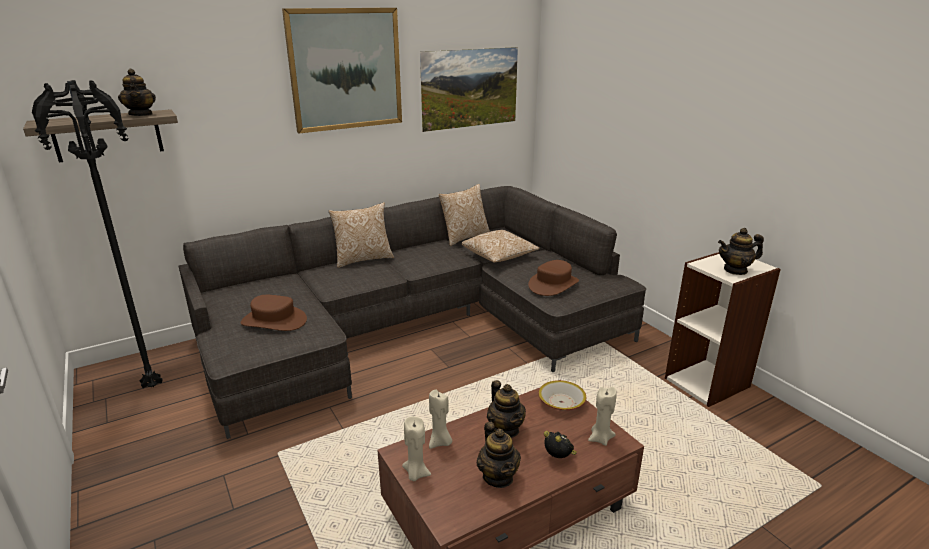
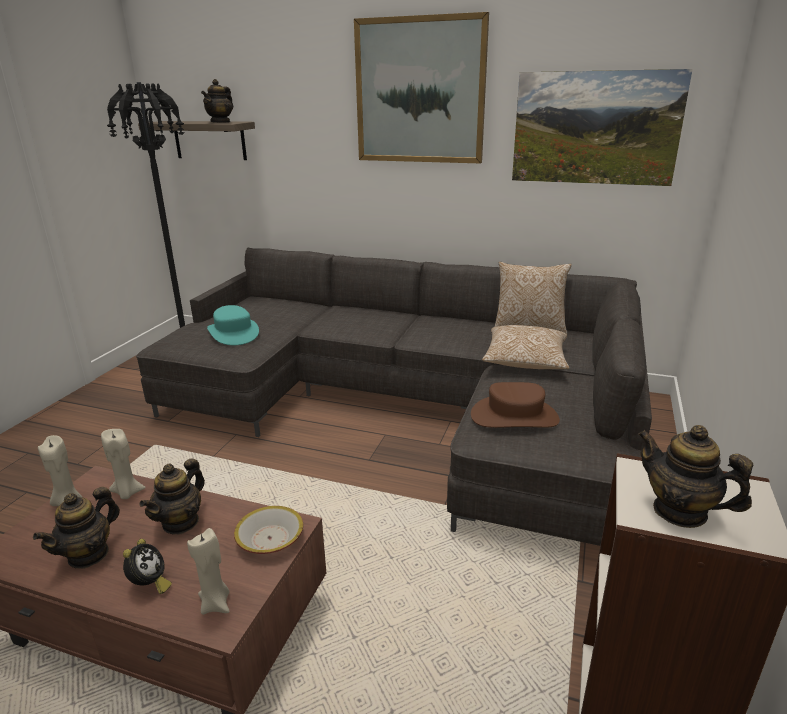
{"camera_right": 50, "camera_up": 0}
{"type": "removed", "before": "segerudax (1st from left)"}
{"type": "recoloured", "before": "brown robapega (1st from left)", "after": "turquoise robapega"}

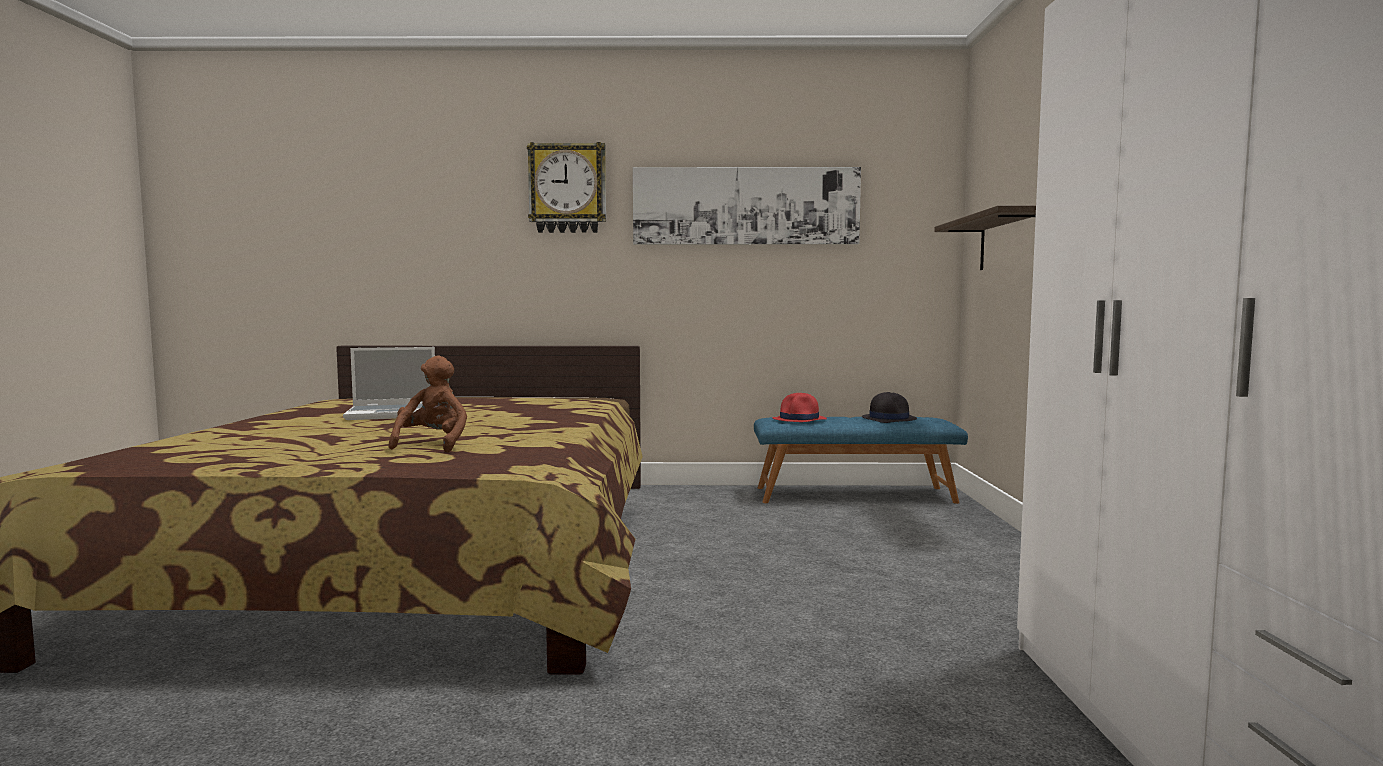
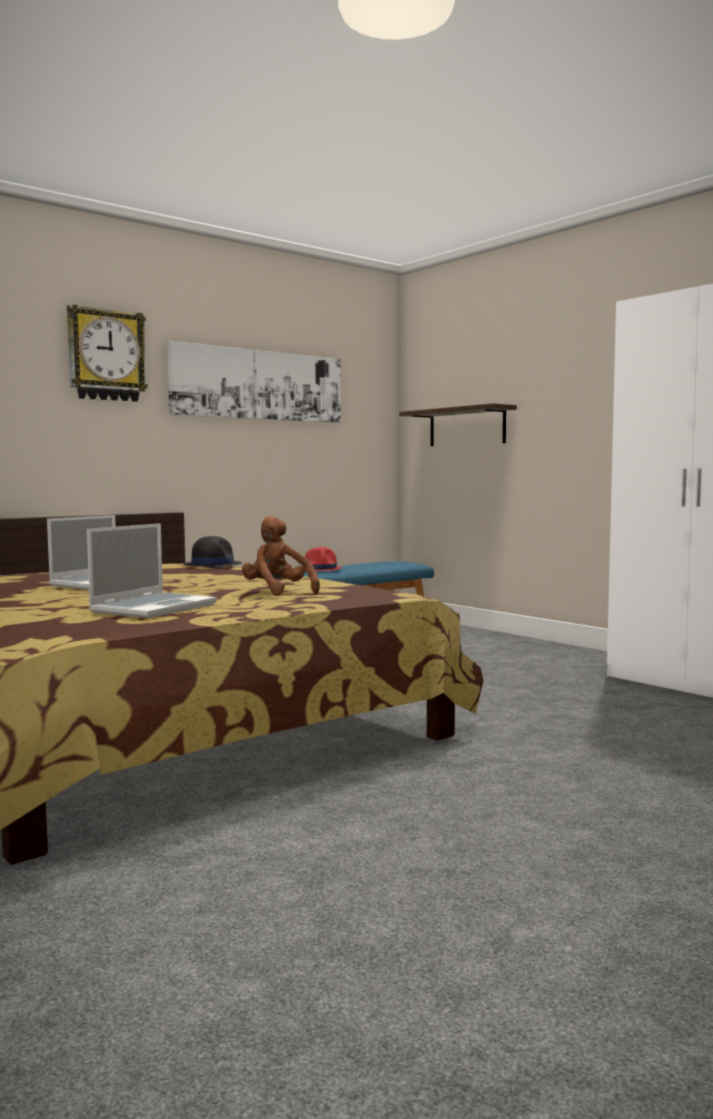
{"camera_right": -40, "camera_up": 0}
{"type": "added", "after": "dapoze (2nd from left)"}
{"type": "moved", "before": "black robapega"}

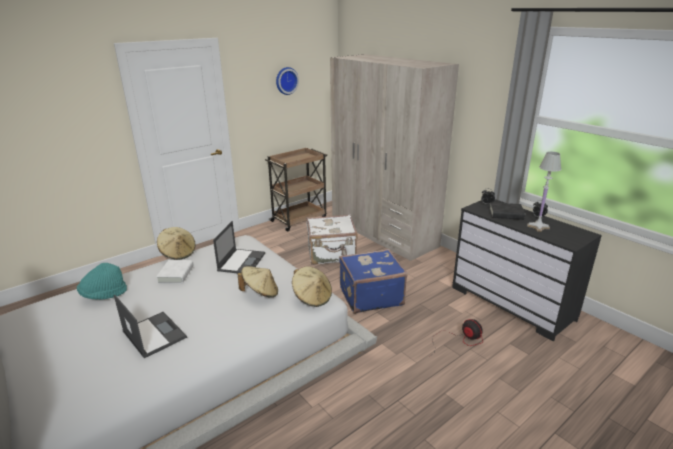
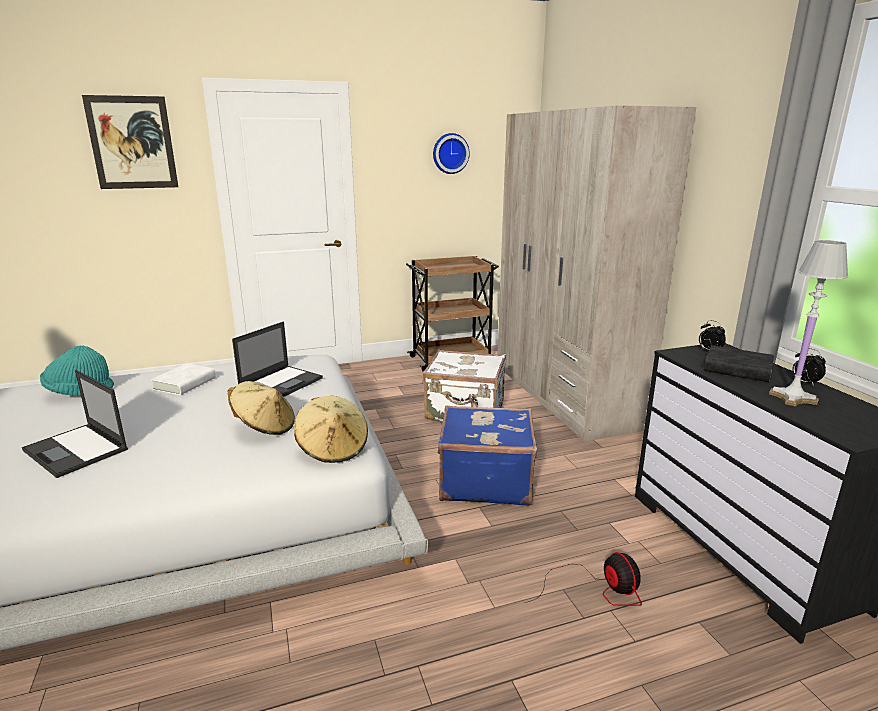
{"camera_right": 20, "camera_up": -5}
{"type": "removed", "before": "beige robapega (1st from left)"}
{"type": "added", "after": "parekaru"}
{"type": "turned", "before": "dapoze (1st from left)", "turn": 150}

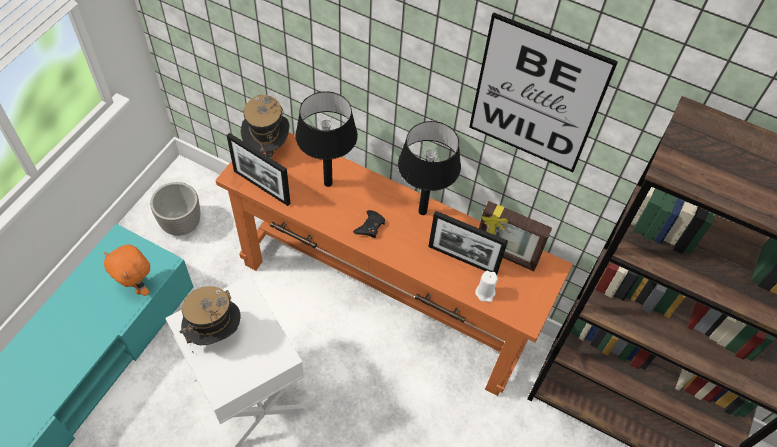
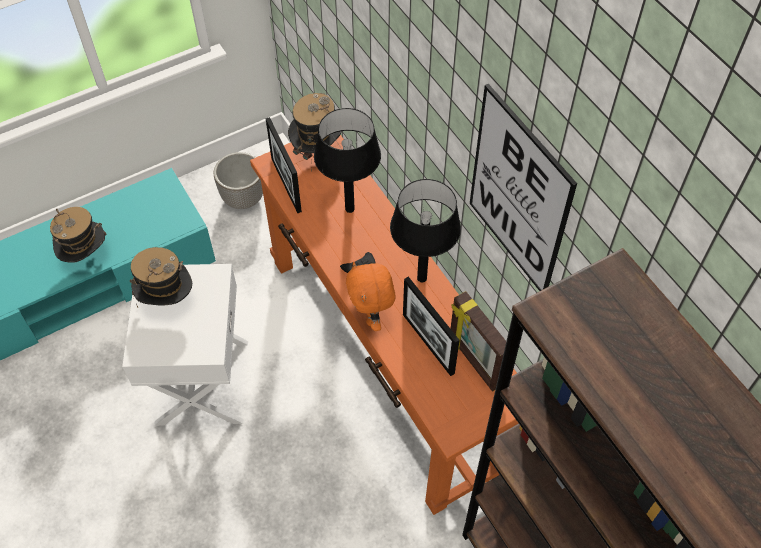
{"camera_right": 35, "camera_up": 0}
{"type": "removed", "before": "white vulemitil"}
{"type": "added", "after": "robapega (1st from left)"}
{"type": "moved", "before": "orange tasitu"}

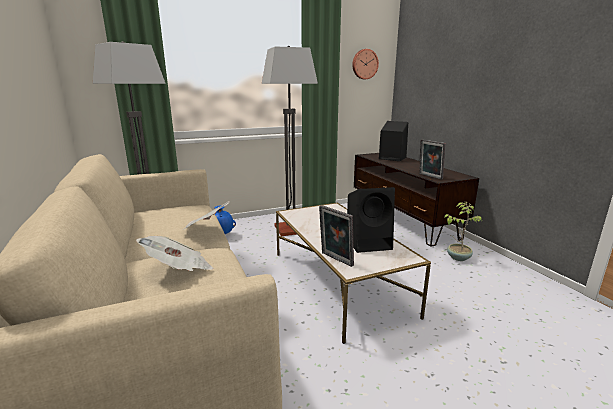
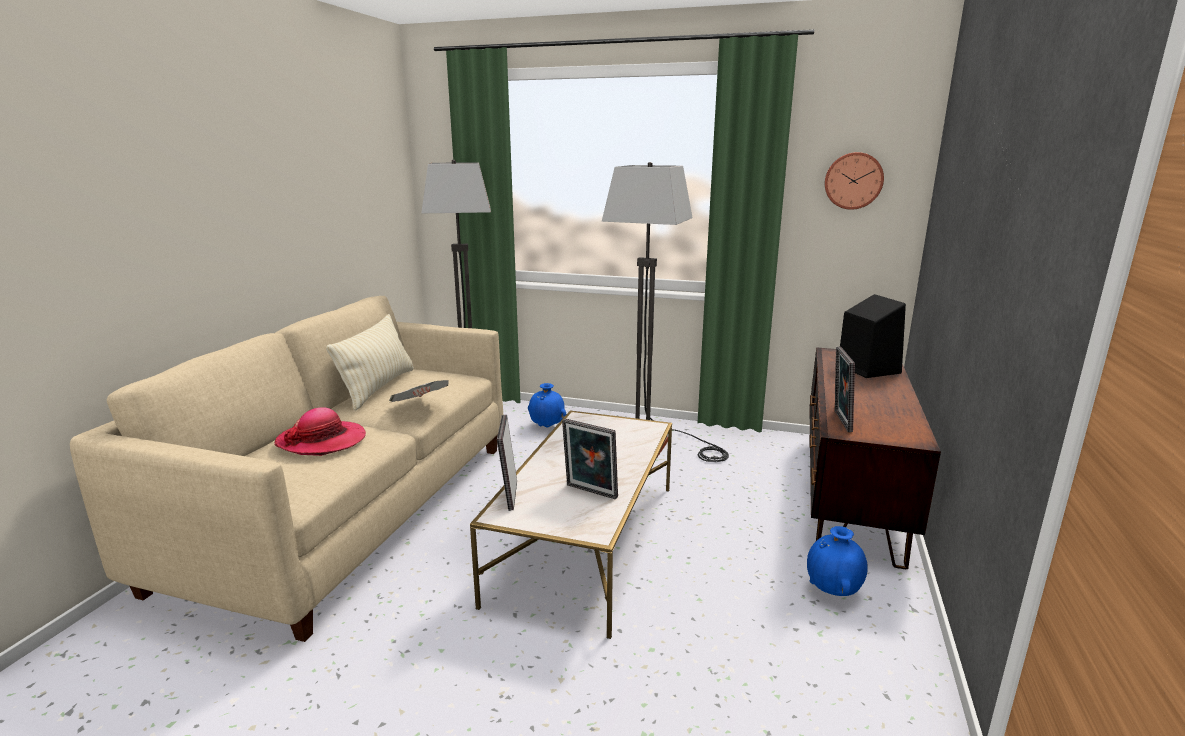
{"camera_right": 40, "camera_up": 0}
{"type": "added", "after": "beige segerudax"}
{"type": "replaced", "before": "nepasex (1st from left)", "after": "robapega"}
{"type": "replaced", "before": "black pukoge (1st from left)", "after": "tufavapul (2nd from left)"}
{"type": "replaced", "before": "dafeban", "after": "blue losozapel (2nd from left)"}

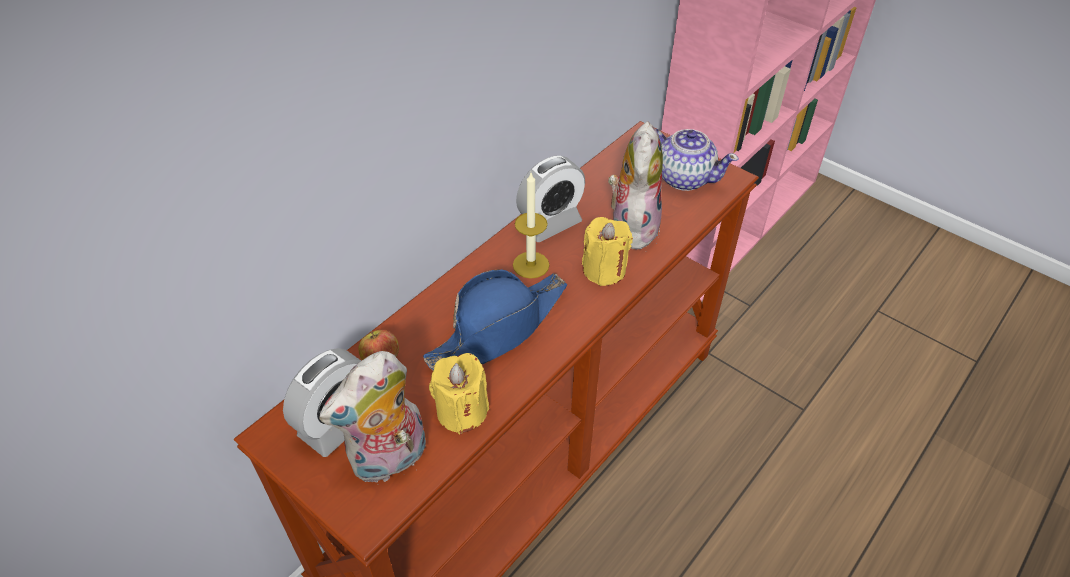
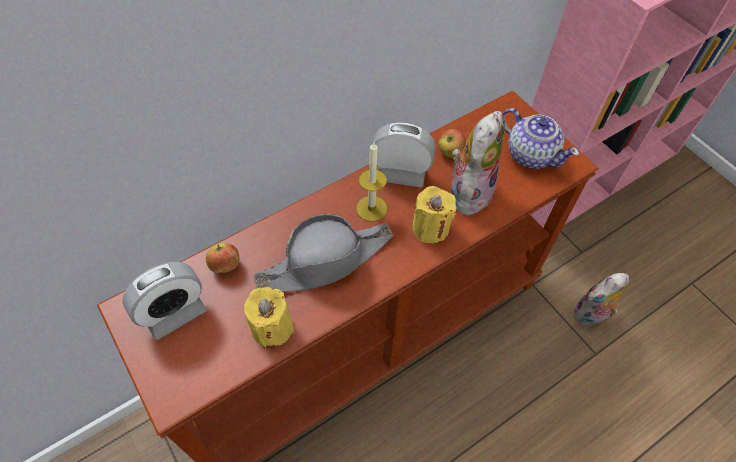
{"camera_right": 15, "camera_up": 10}
{"type": "added", "after": "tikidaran (2nd from left)"}
{"type": "moved", "before": "tasitu (1st from left in the first image)", "after": "tasitu (2nd from left)"}
{"type": "recoloured", "before": "blue robapega", "after": "grey robapega"}
{"type": "turned", "before": "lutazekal (2nd from left)", "turn": -150}

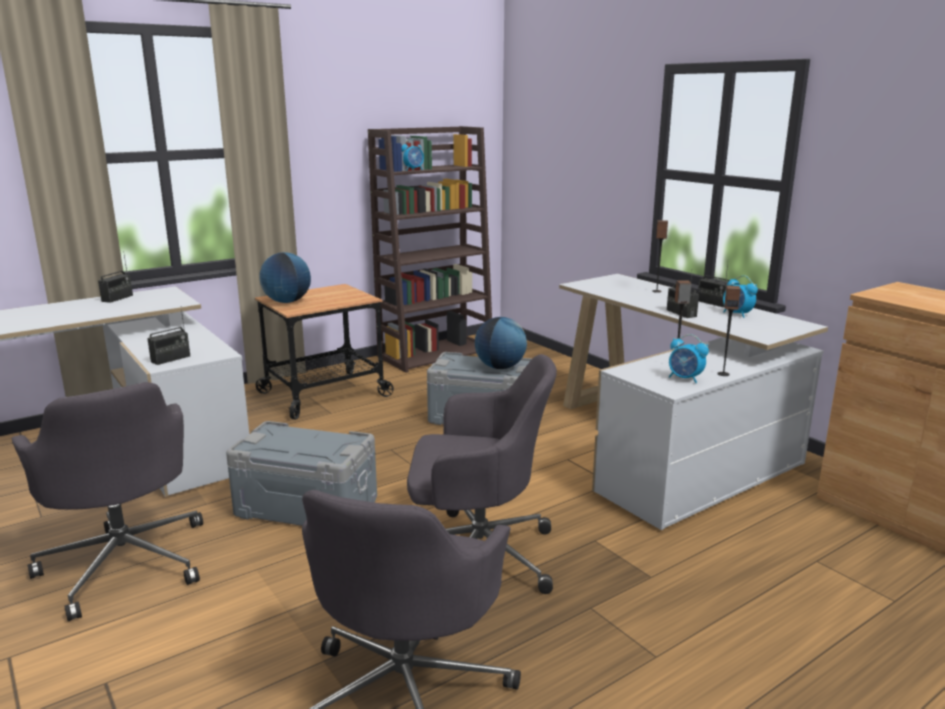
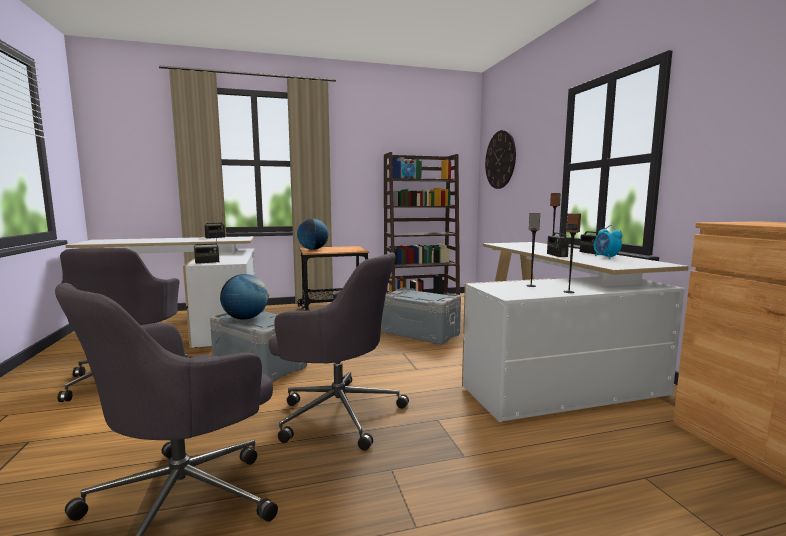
{"camera_right": 20, "camera_up": -10}
{"type": "removed", "before": "lutazekal (2nd from left)"}
{"type": "added", "after": "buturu"}
{"type": "moved", "before": "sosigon (2nd from left in the first image)", "after": "sosigon (1st from left)"}

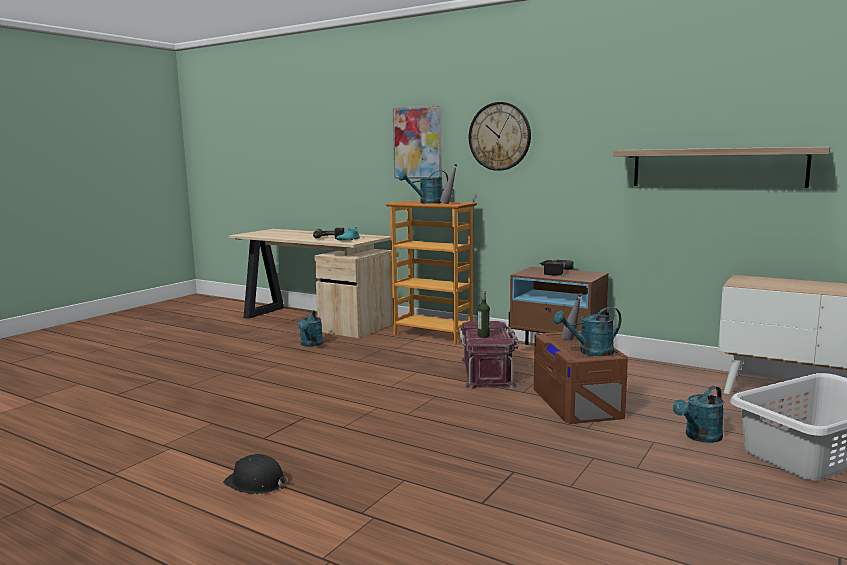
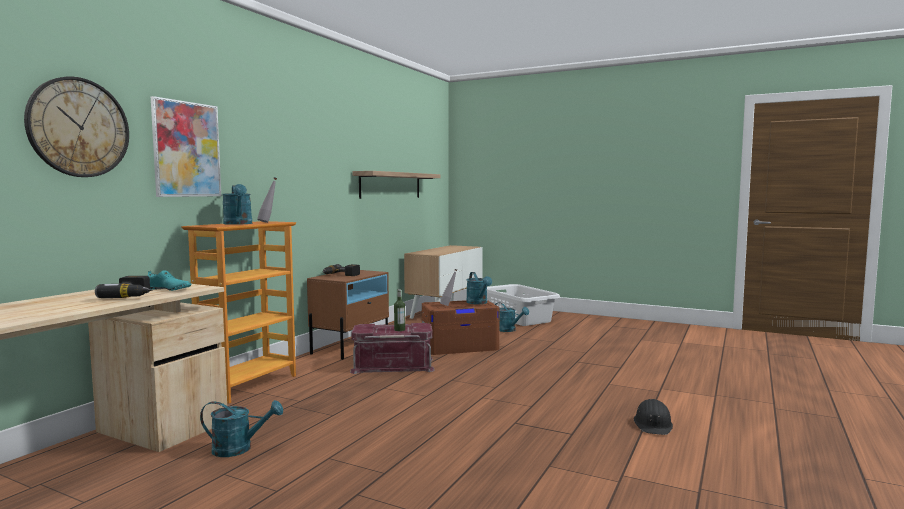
{"camera_right": -95, "camera_up": -5}
{"type": "moved", "before": "buturu"}

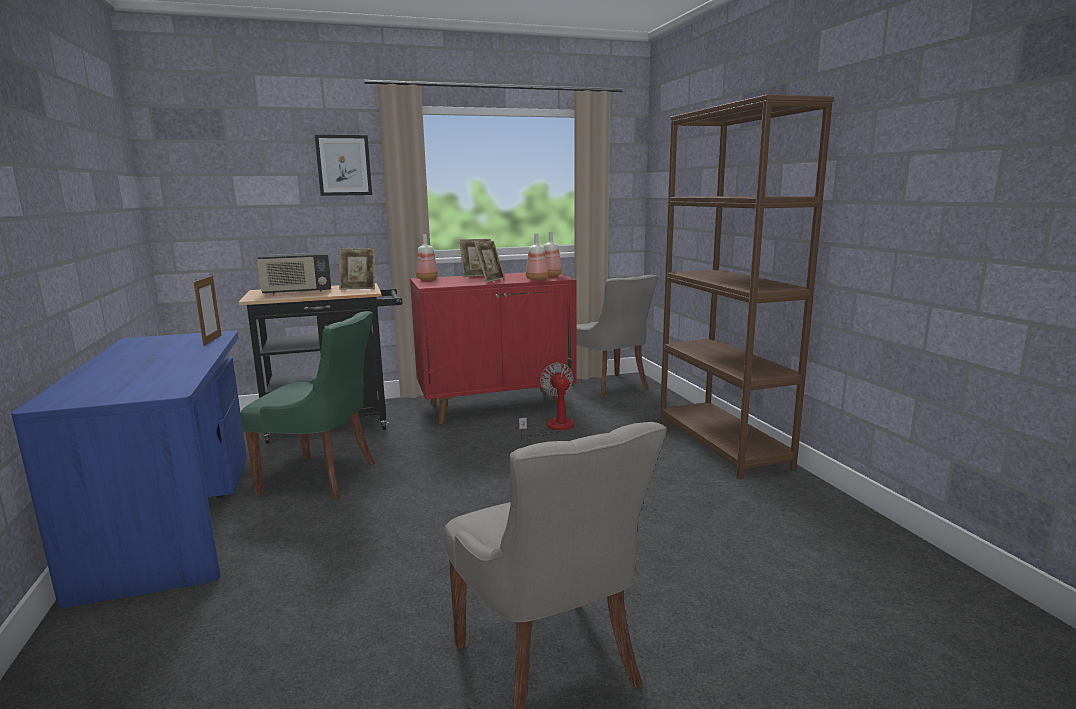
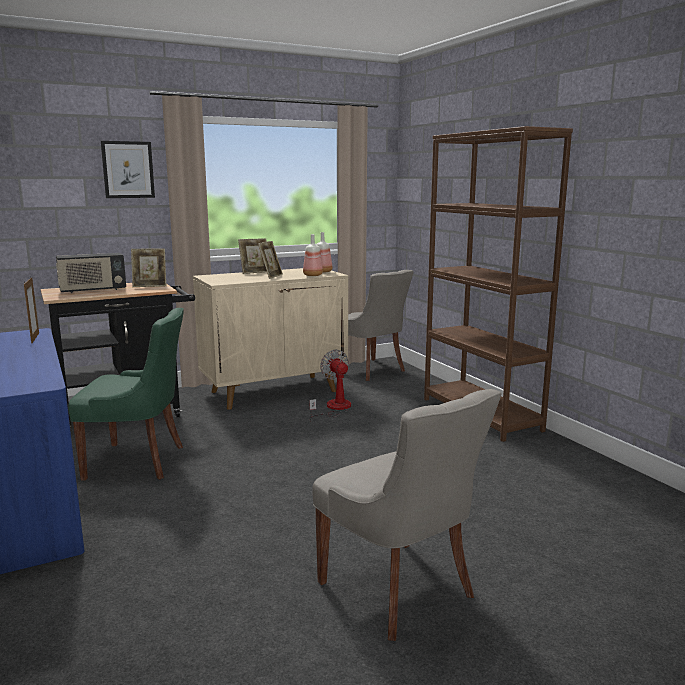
{"camera_right": -10, "camera_up": 0}
{"type": "removed", "before": "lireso (1st from left)"}
{"type": "recoloured", "before": "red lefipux", "after": "beige lefipux"}

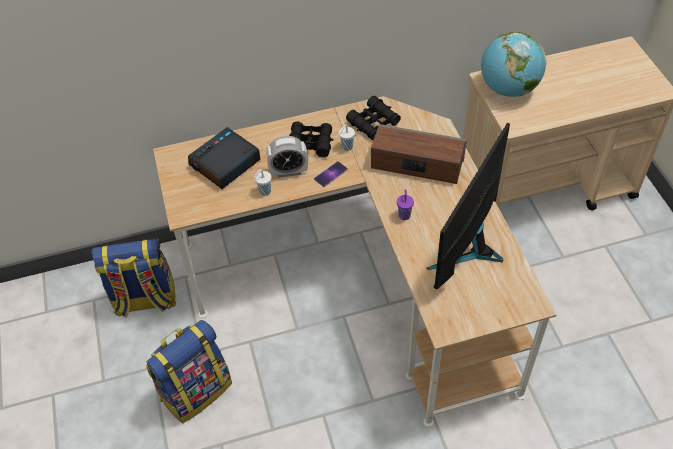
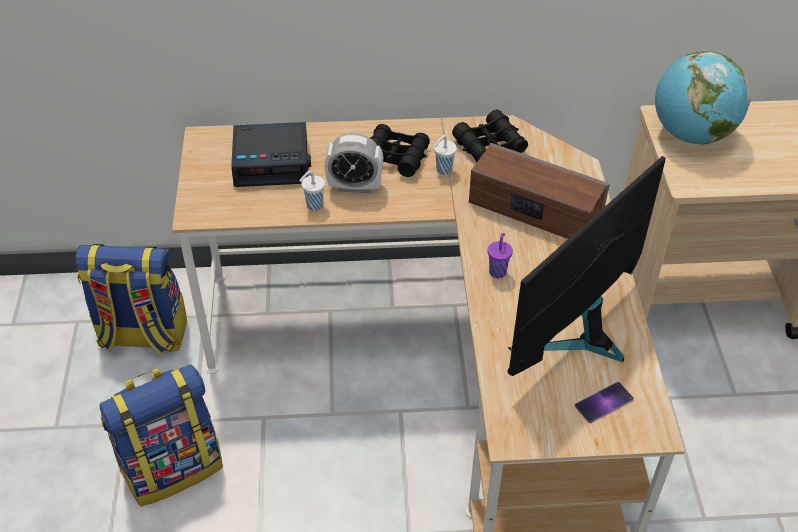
{"camera_right": 10, "camera_up": -5}
{"type": "moved", "before": "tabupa"}
{"type": "turned", "before": "lutazekal (1st from left)", "turn": -150}

